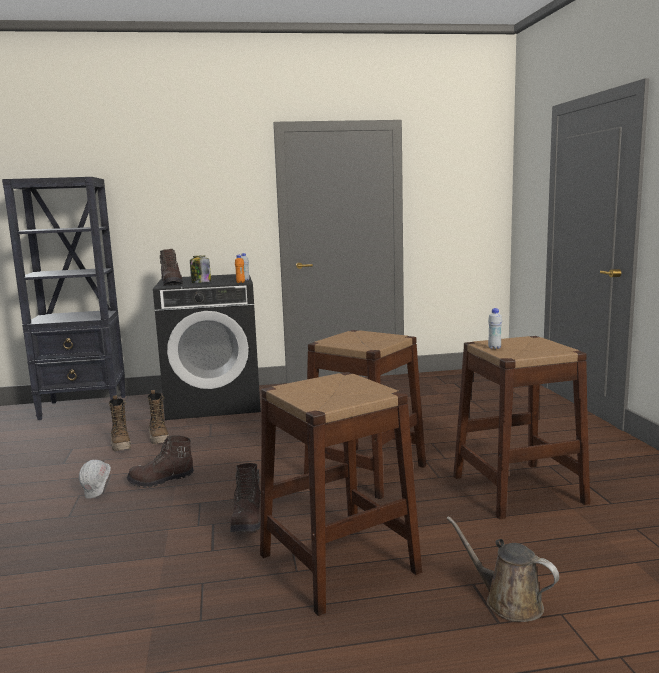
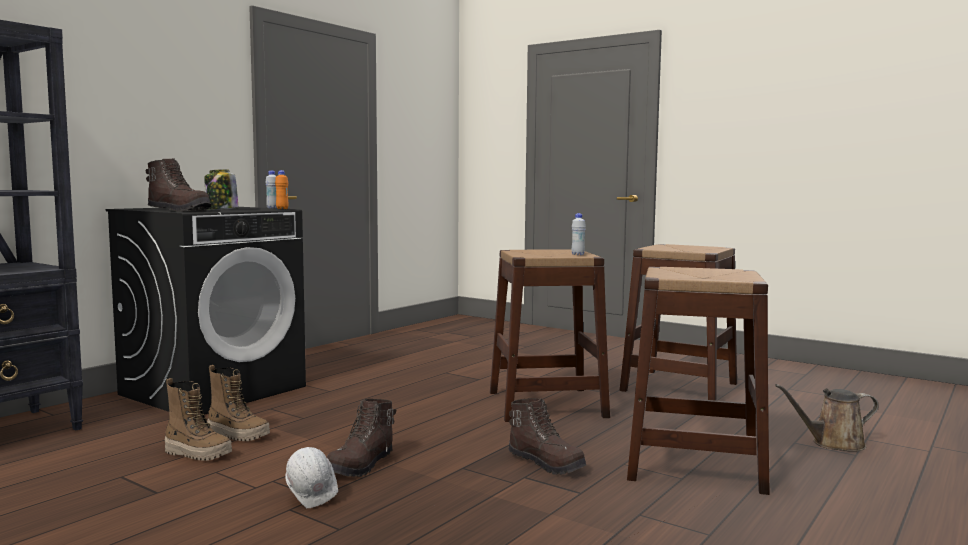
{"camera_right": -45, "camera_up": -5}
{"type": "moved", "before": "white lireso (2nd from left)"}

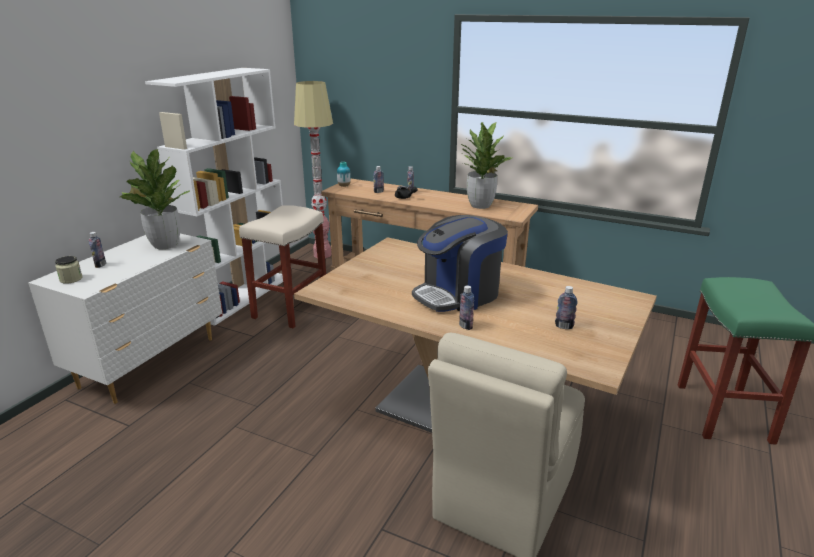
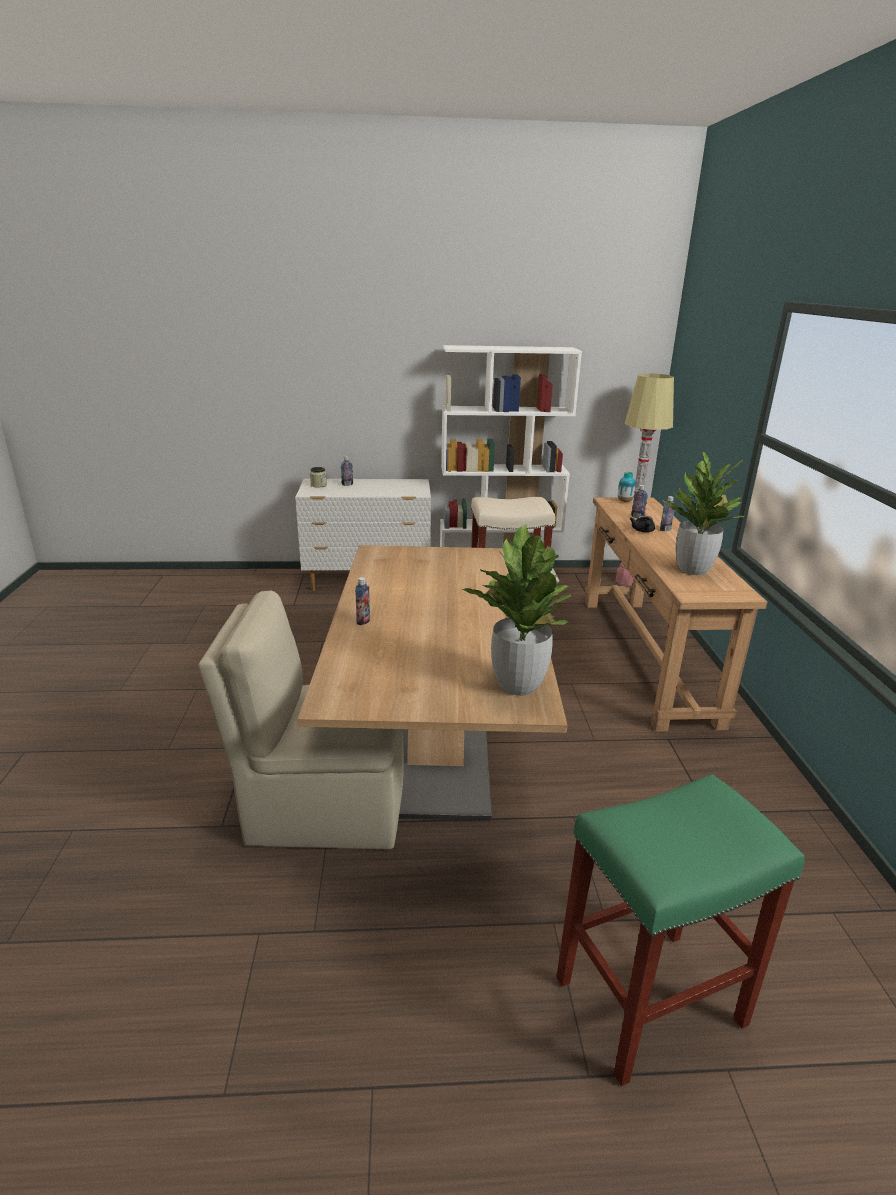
{"camera_right": 60, "camera_up": 0}
{"type": "removed", "before": "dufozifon"}
{"type": "removed", "before": "lireso (5th from left)"}
{"type": "moved", "before": "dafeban (1st from left)"}

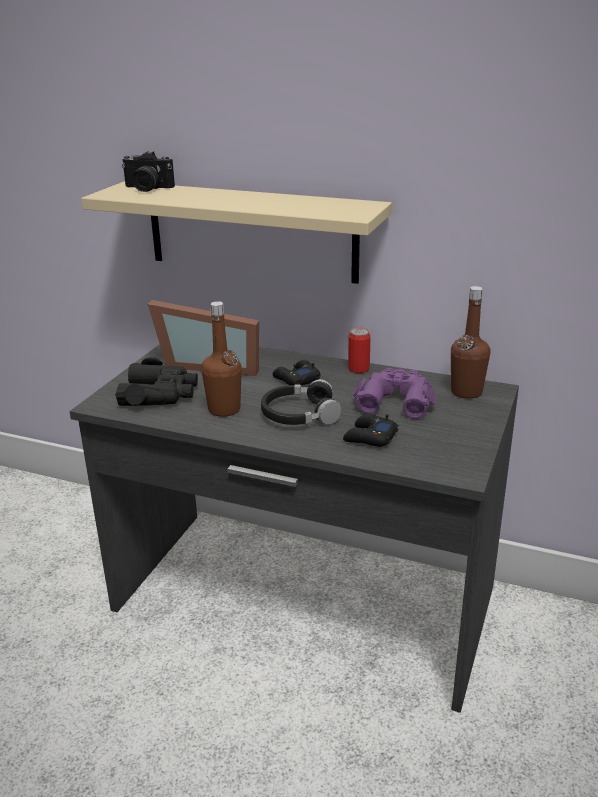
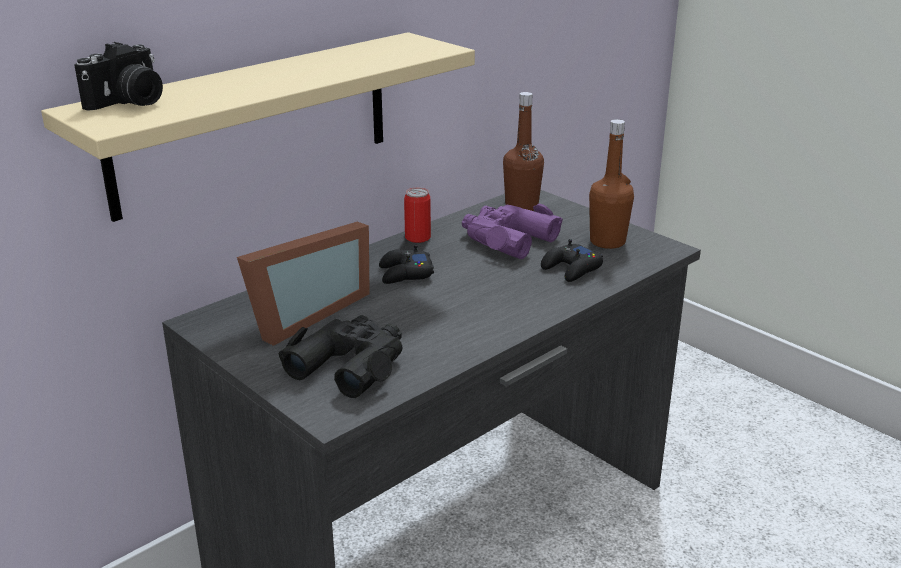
{"camera_right": -65, "camera_up": 0}
{"type": "removed", "before": "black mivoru"}
{"type": "moved", "before": "brown lireso (1st from left in the first image)", "after": "brown lireso (2nd from left)"}

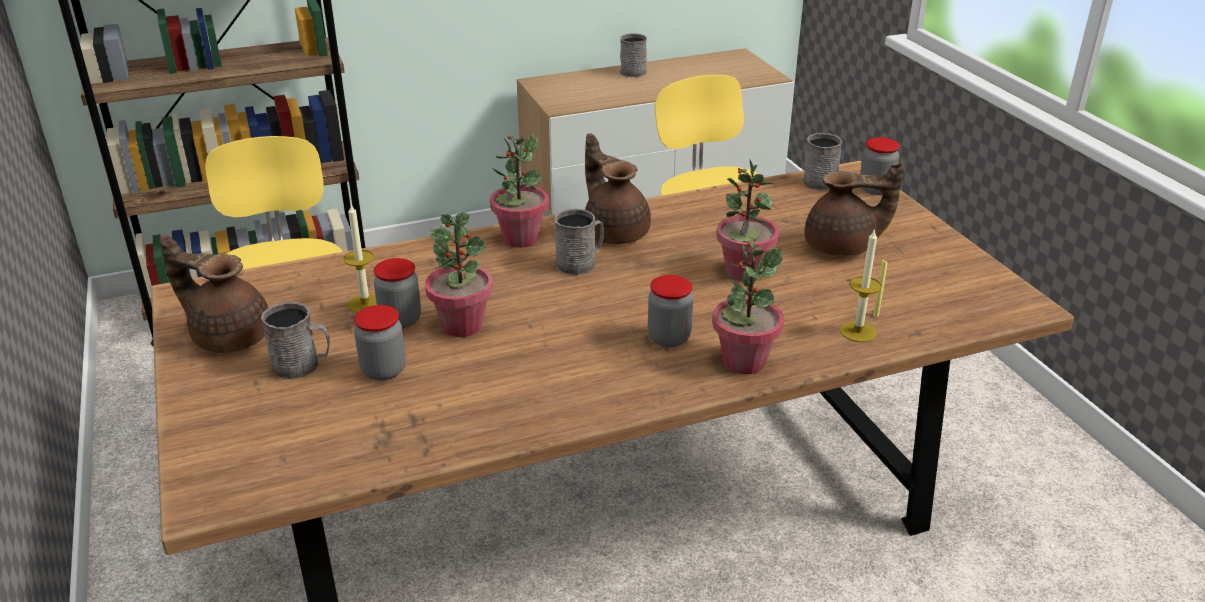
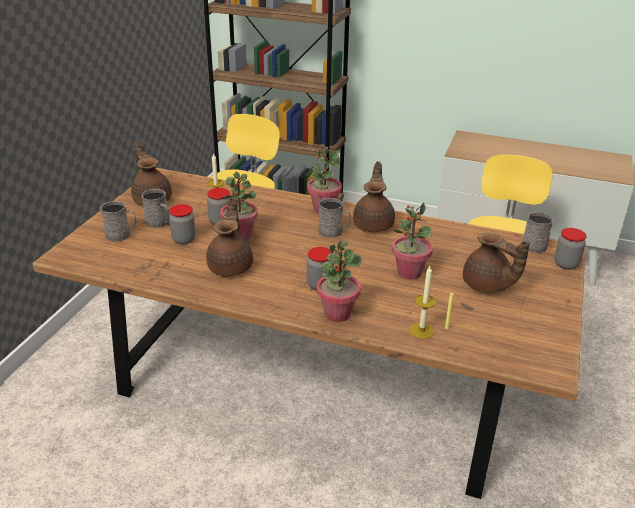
{"camera_right": 40, "camera_up": 0}
{"type": "added", "after": "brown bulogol (2nd from left)"}
{"type": "moved", "before": "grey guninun (3rd from left in the first image)", "after": "grey guninun (1st from left)"}

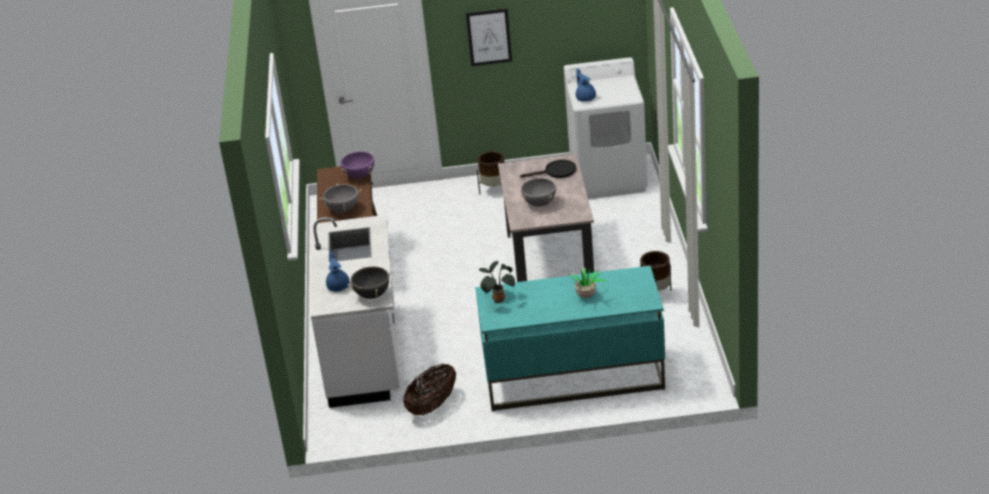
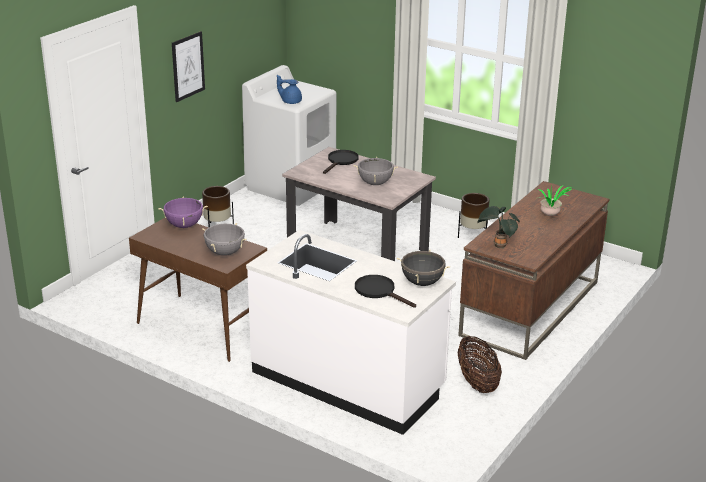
{"camera_right": -55, "camera_up": -5}
{"type": "replaced", "before": "blue bulogol (1st from left)", "after": "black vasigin (2nd from left)"}
{"type": "recoloured", "before": "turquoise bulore", "after": "brown bulore"}

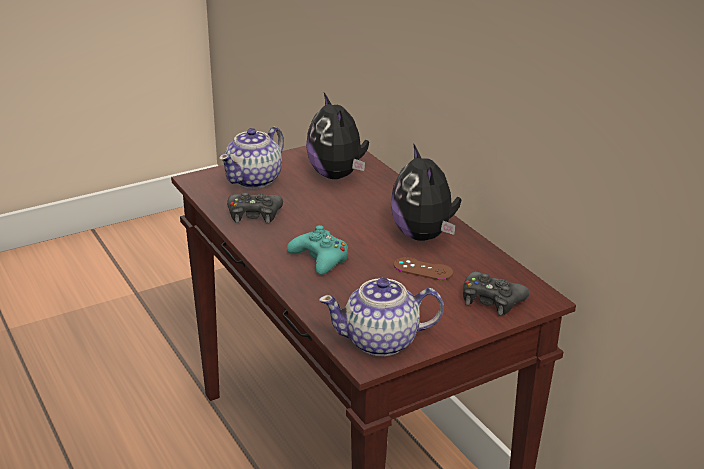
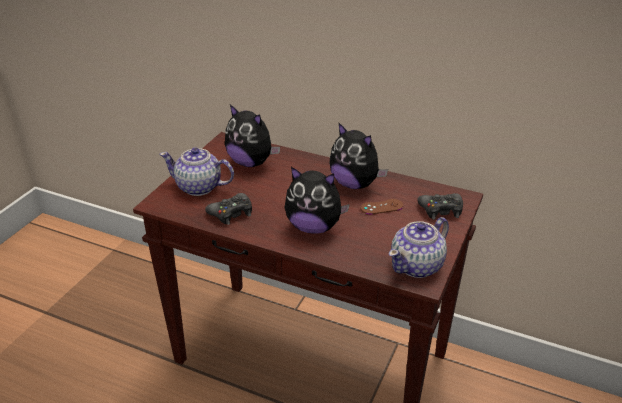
{"camera_right": -35, "camera_up": 5}
{"type": "replaced", "before": "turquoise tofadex", "after": "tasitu (2nd from left)"}
{"type": "turned", "before": "bulogol (1st from left)", "turn": 105}

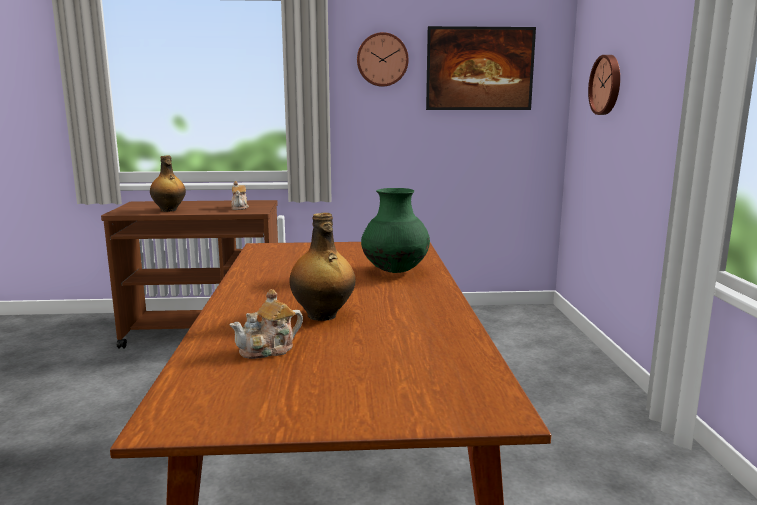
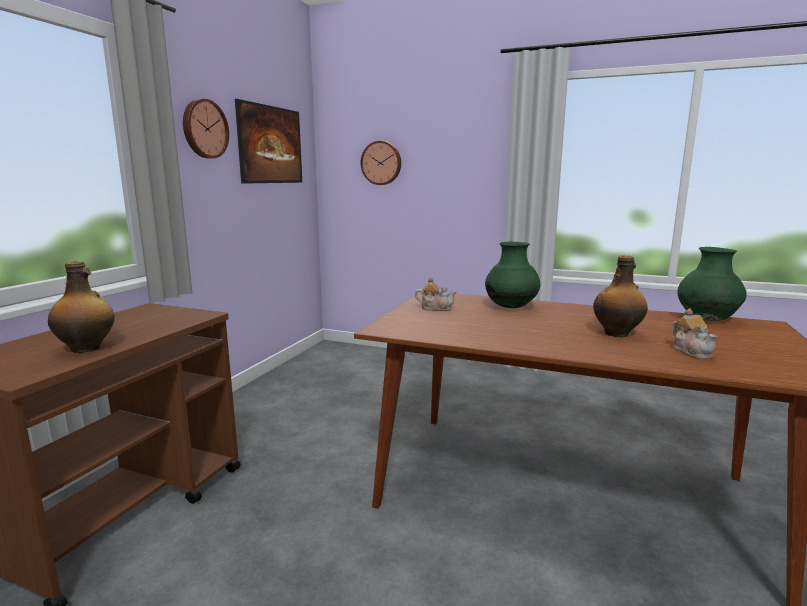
{"camera_right": -65, "camera_up": 0}
{"type": "added", "after": "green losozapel (2nd from left)"}
{"type": "moved", "before": "bulogol (1st from left)"}

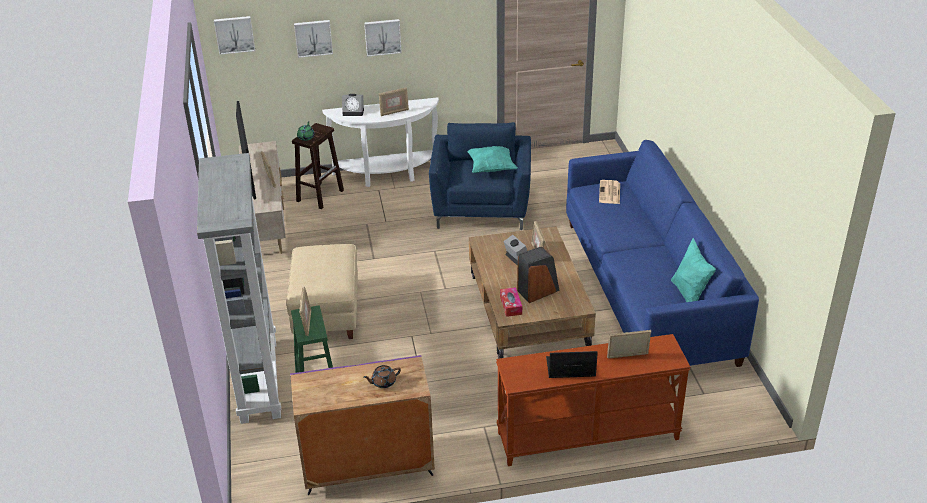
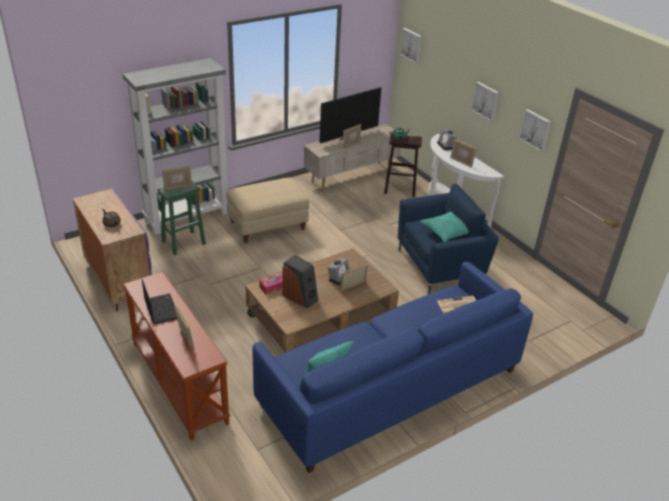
{"camera_right": 65, "camera_up": 0}
{"type": "moved", "before": "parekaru (2nd from left in the first image)", "after": "parekaru (3rd from left)"}

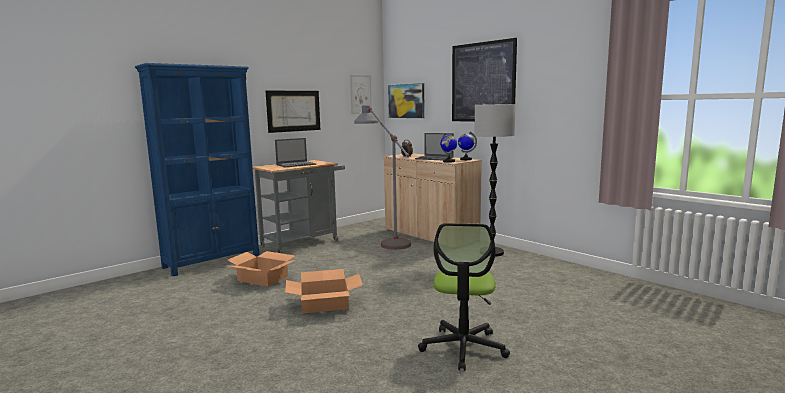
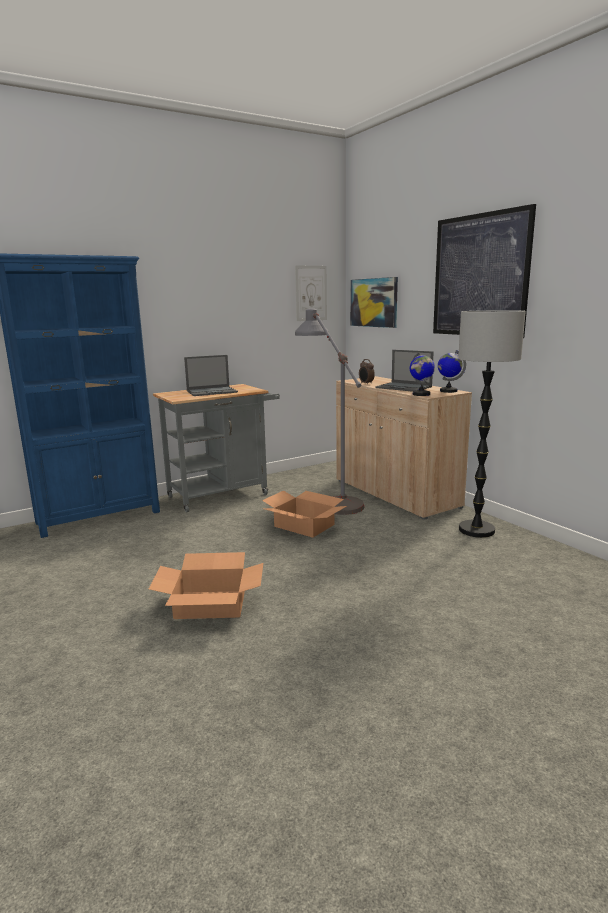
{"camera_right": 10, "camera_up": 5}
{"type": "removed", "before": "parekaru (1st from left)"}
{"type": "removed", "before": "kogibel"}
{"type": "moved", "before": "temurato (1st from left in the first image)", "after": "temurato (2nd from left)"}

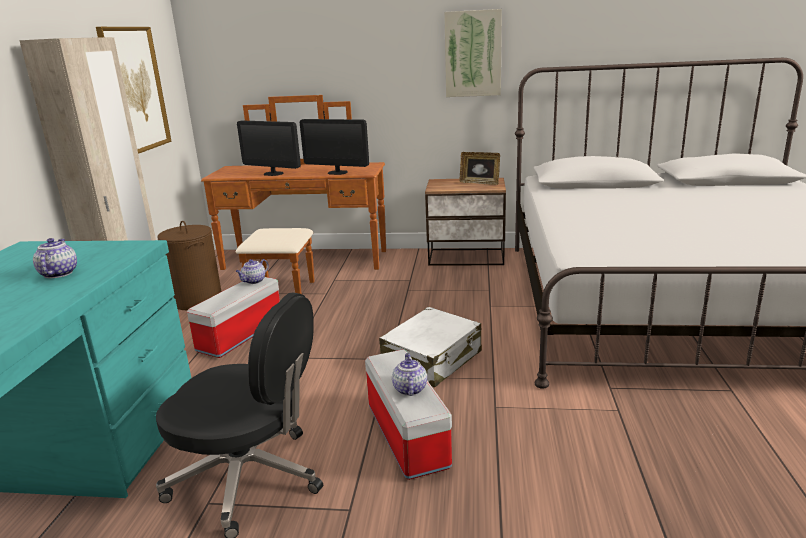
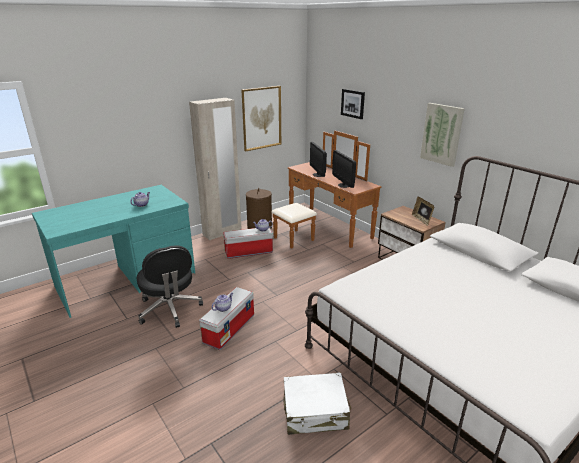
{"camera_right": 45, "camera_up": 5}
{"type": "added", "after": "parekaru (2nd from left)"}
{"type": "moved", "before": "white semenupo"}

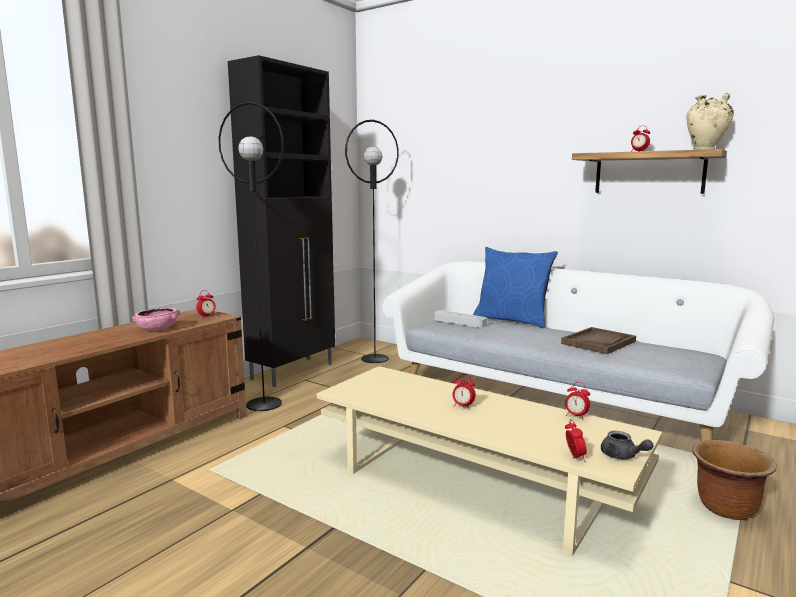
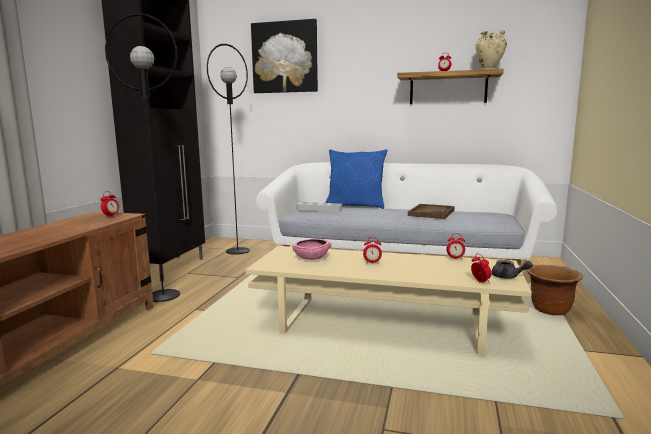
{"camera_right": -20, "camera_up": 0}
{"type": "added", "after": "parekaru"}
{"type": "moved", "before": "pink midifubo"}

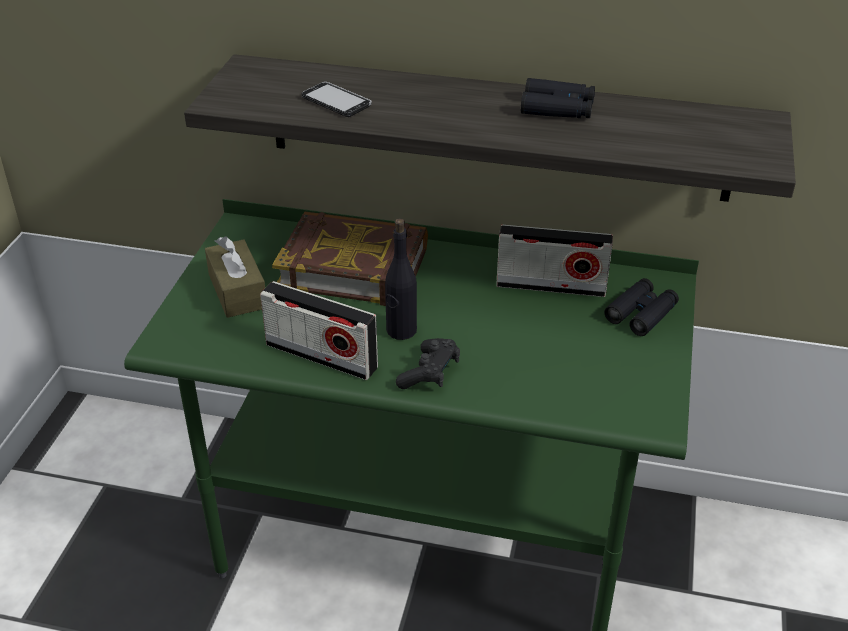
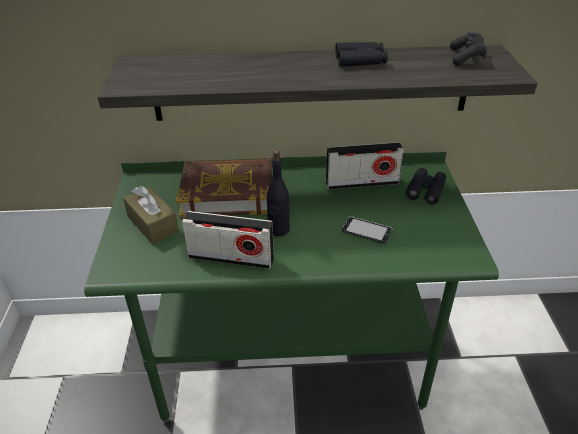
{"camera_right": -15, "camera_up": 0}
{"type": "moved", "before": "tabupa"}
{"type": "moved", "before": "black tofadex"}

